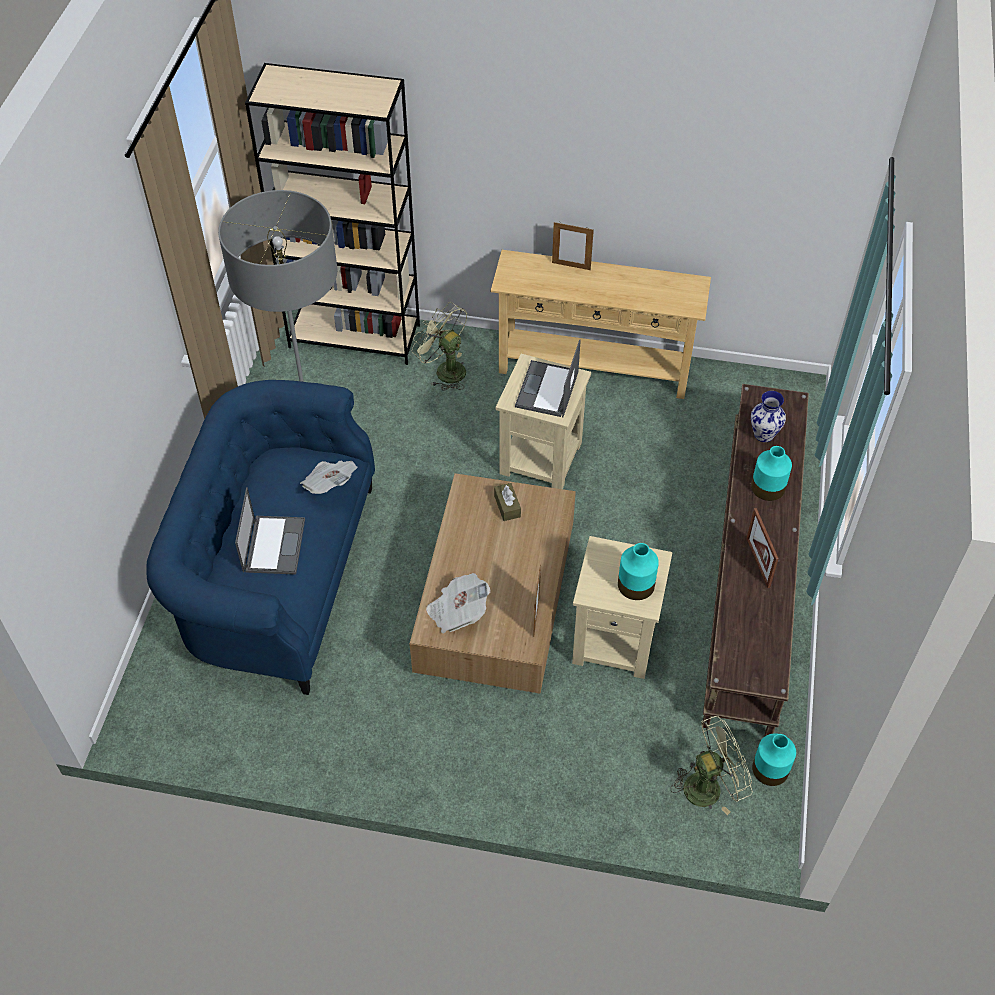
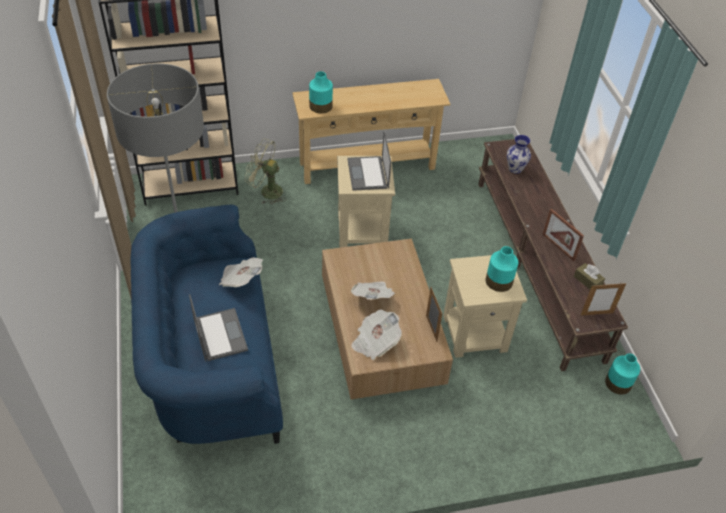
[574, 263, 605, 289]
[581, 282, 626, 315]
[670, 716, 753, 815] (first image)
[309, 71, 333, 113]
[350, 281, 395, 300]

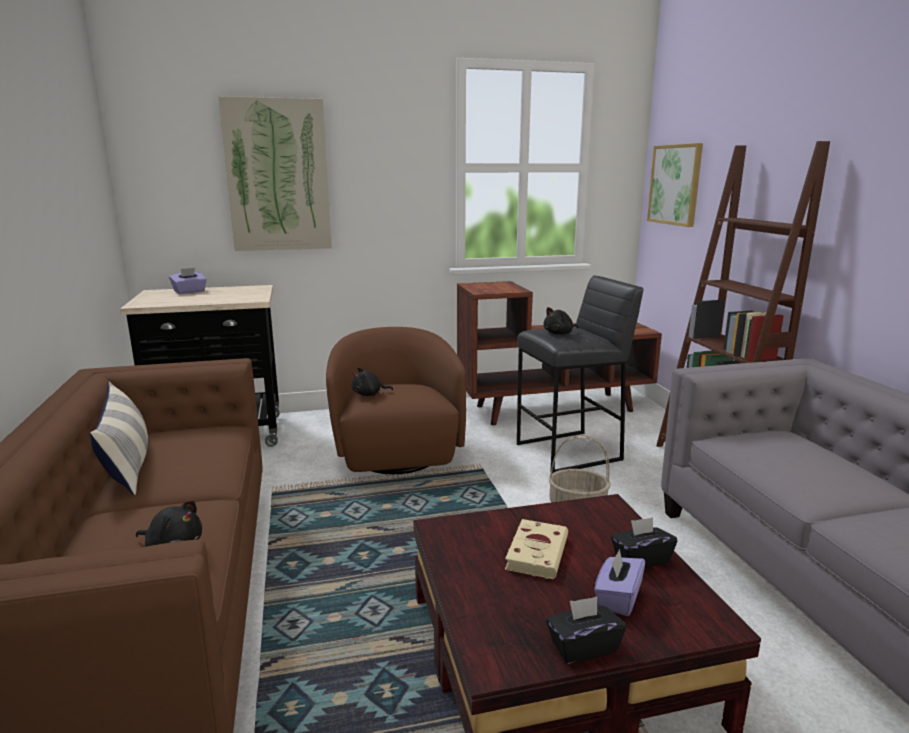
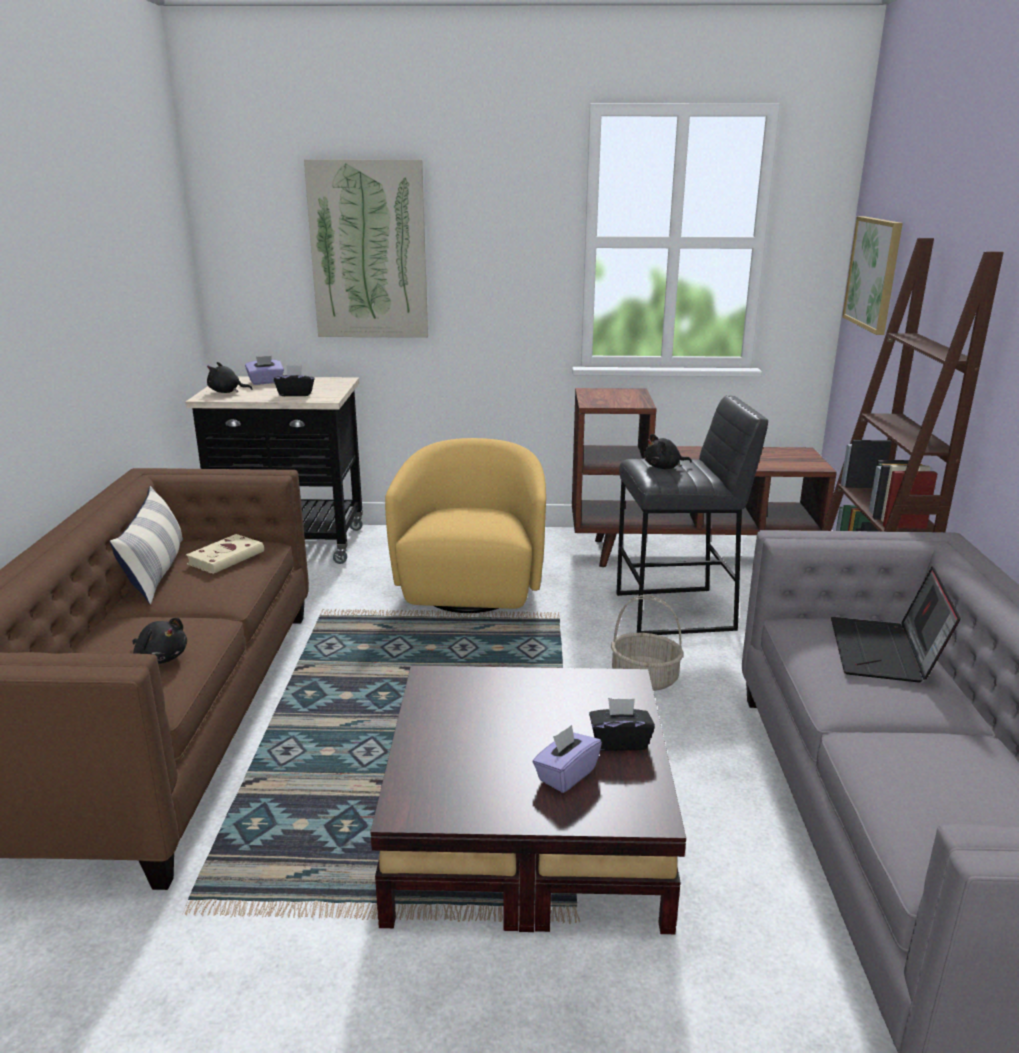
[385, 438, 546, 613]
[207, 362, 252, 393]
[186, 534, 264, 574]
[274, 365, 315, 396]
[831, 567, 961, 683]

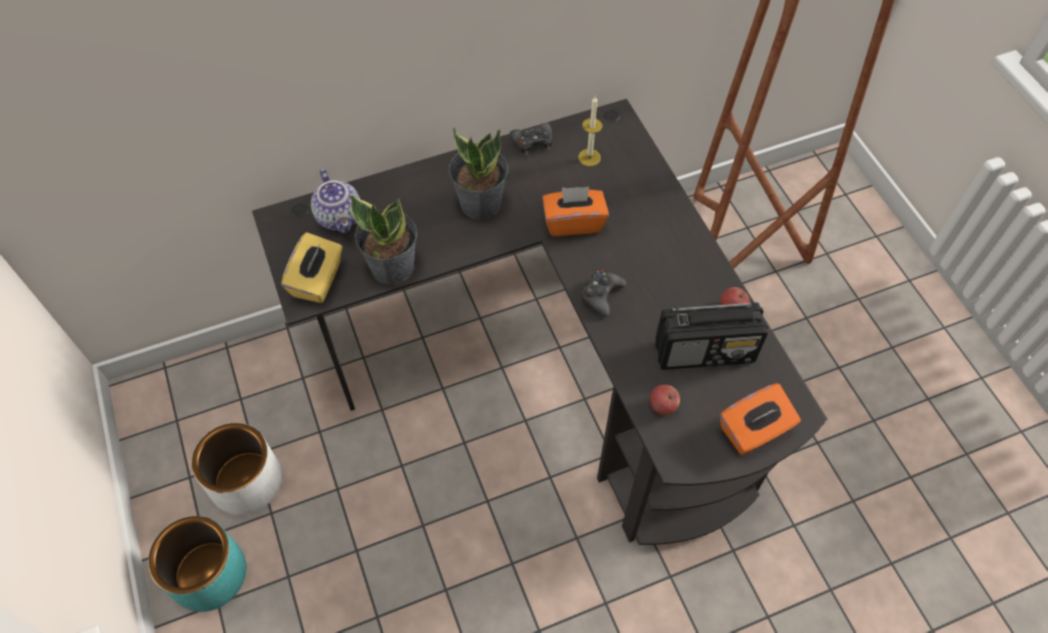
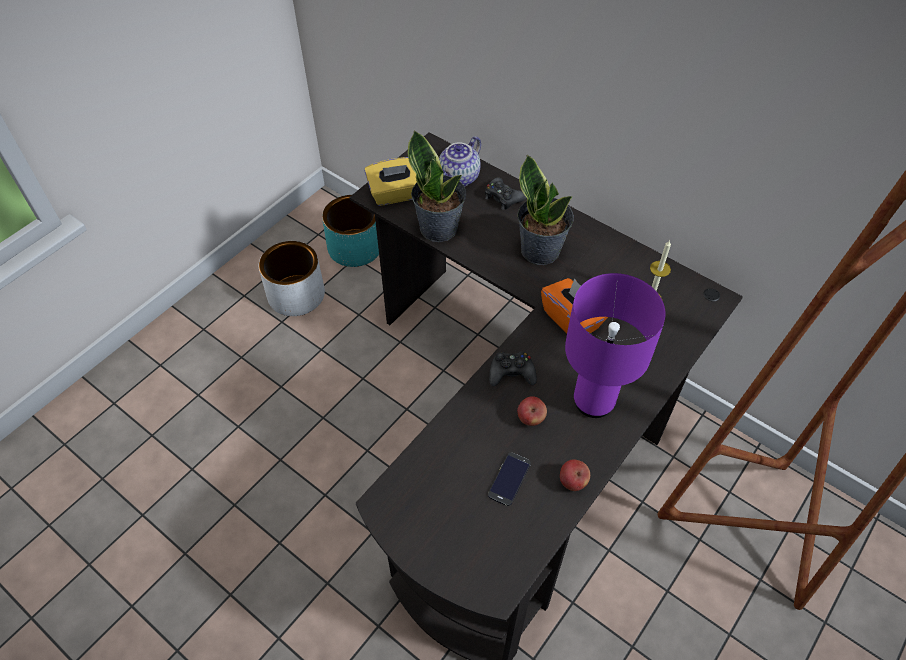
[322, 195, 379, 267]
[485, 177, 527, 210]
[517, 396, 547, 426]
[488, 453, 531, 506]
[720, 383, 801, 455] (first image)
[565, 273, 666, 418]

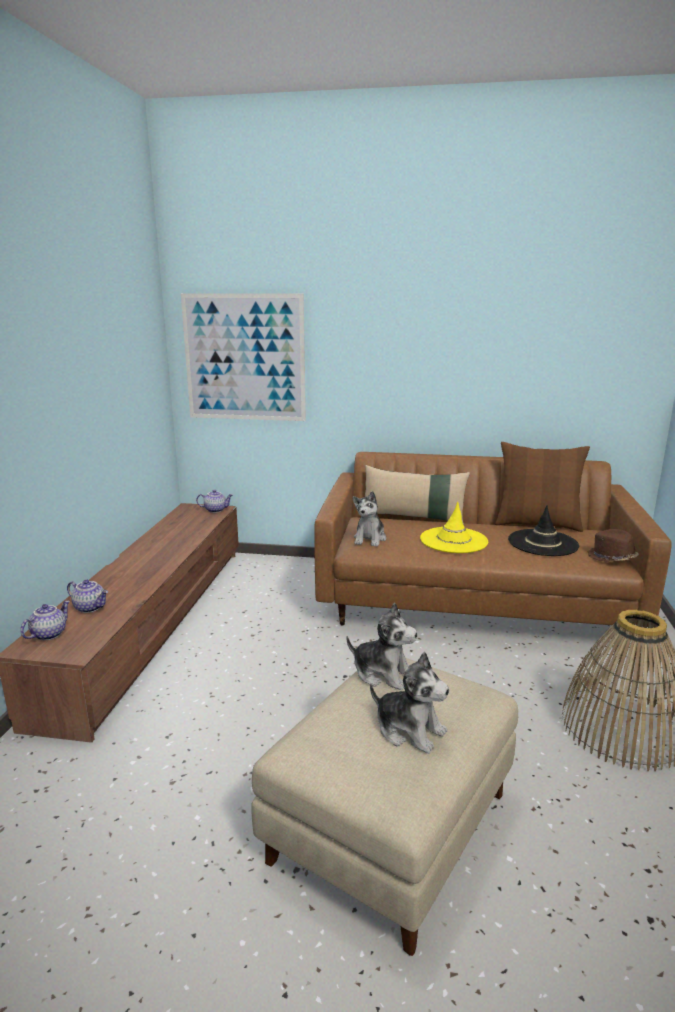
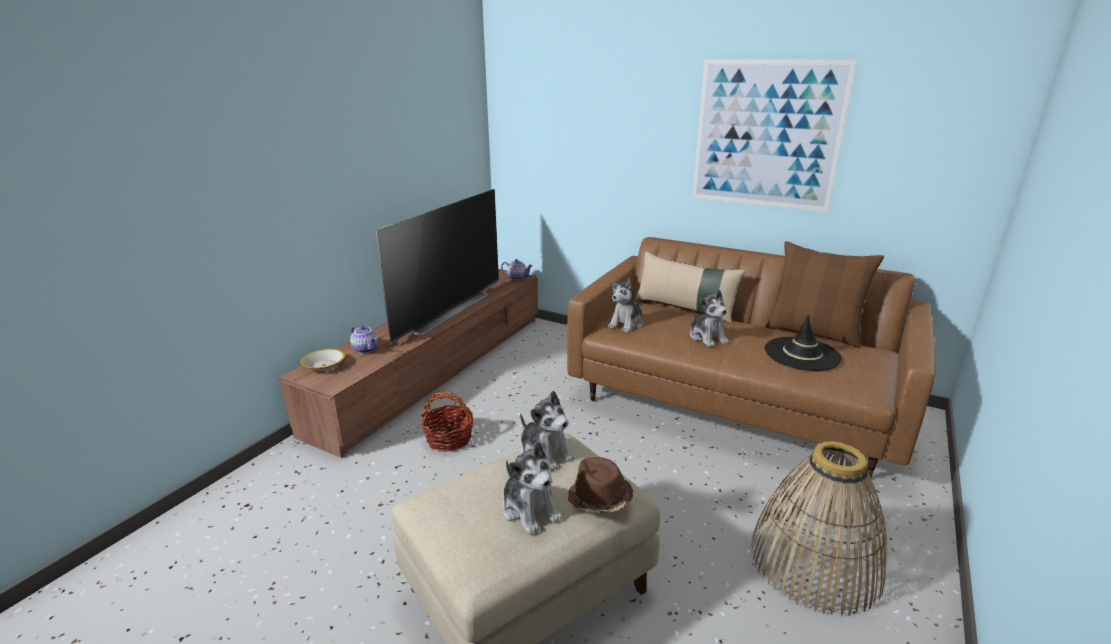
[301, 349, 346, 372]
[692, 59, 857, 212]
[690, 289, 729, 347]
[568, 457, 633, 513]
[375, 189, 499, 343]
[421, 392, 473, 452]

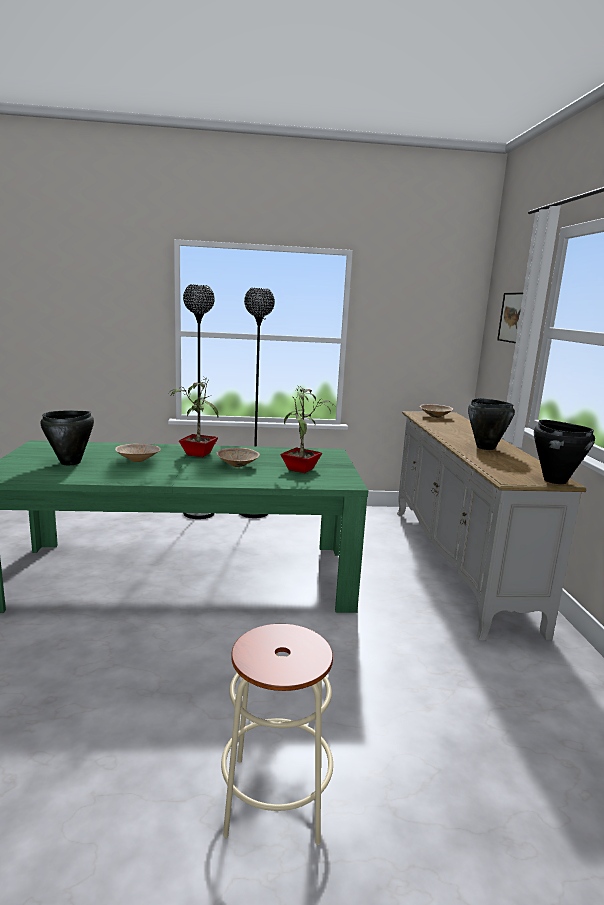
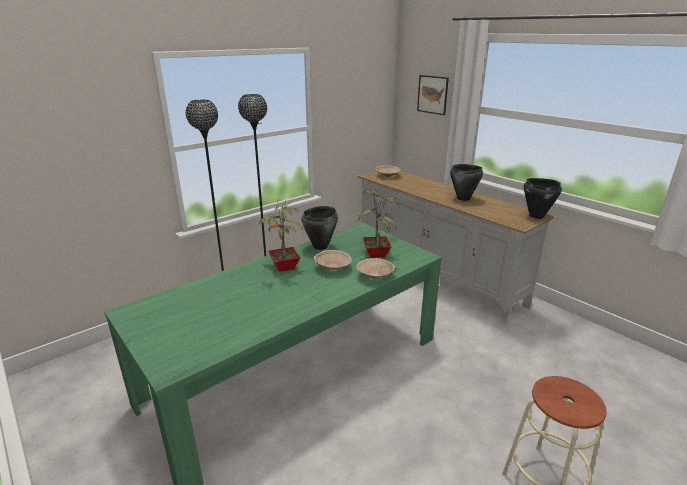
[301, 206, 338, 250]
[357, 258, 395, 279]

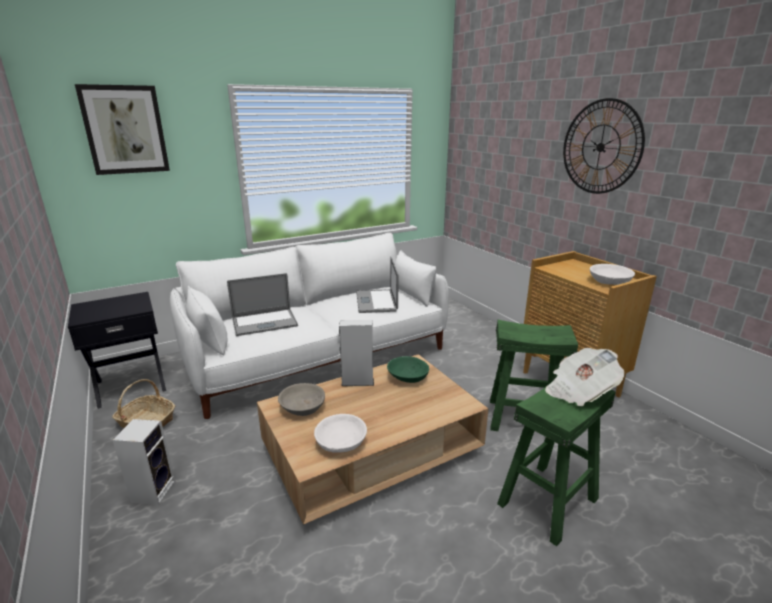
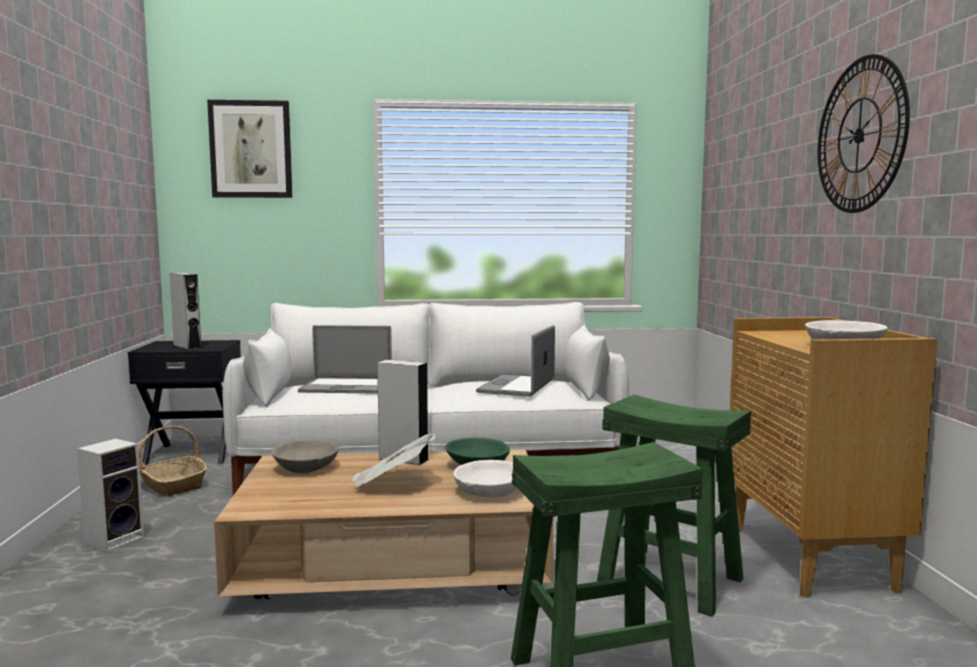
[453, 460, 517, 497]
[352, 434, 435, 488]
[169, 273, 201, 350]

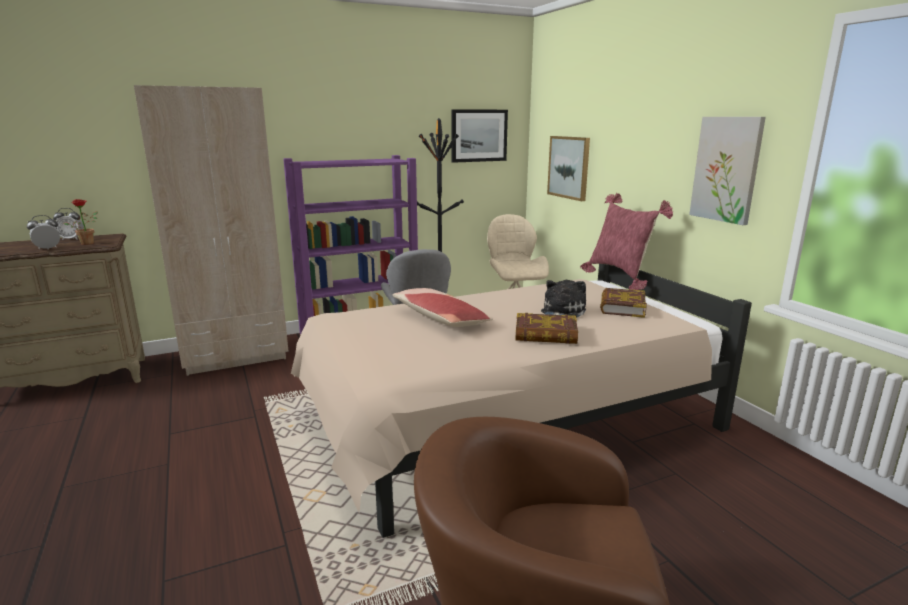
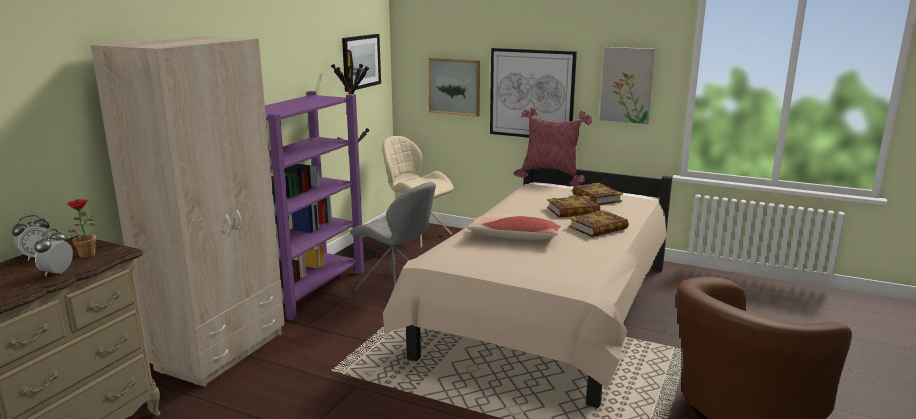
[547, 196, 601, 218]
[490, 48, 577, 138]

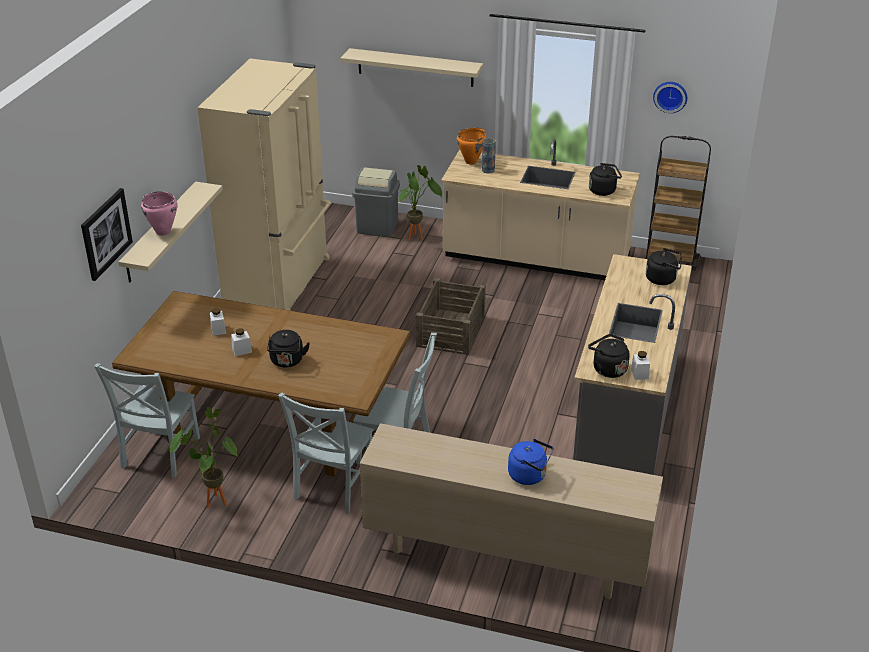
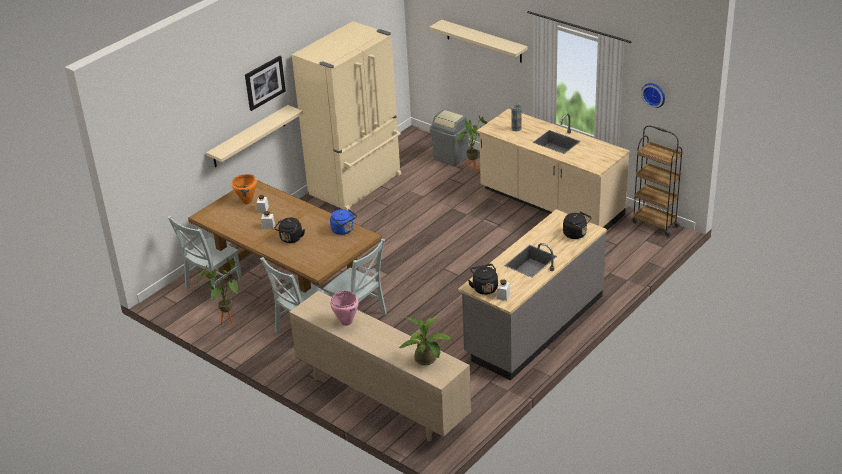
[245, 56, 286, 111]
[331, 291, 358, 326]
[416, 278, 486, 355] (first image)
[232, 174, 257, 204]
[330, 209, 357, 235]
[589, 163, 622, 196] (first image)
[399, 317, 452, 365]

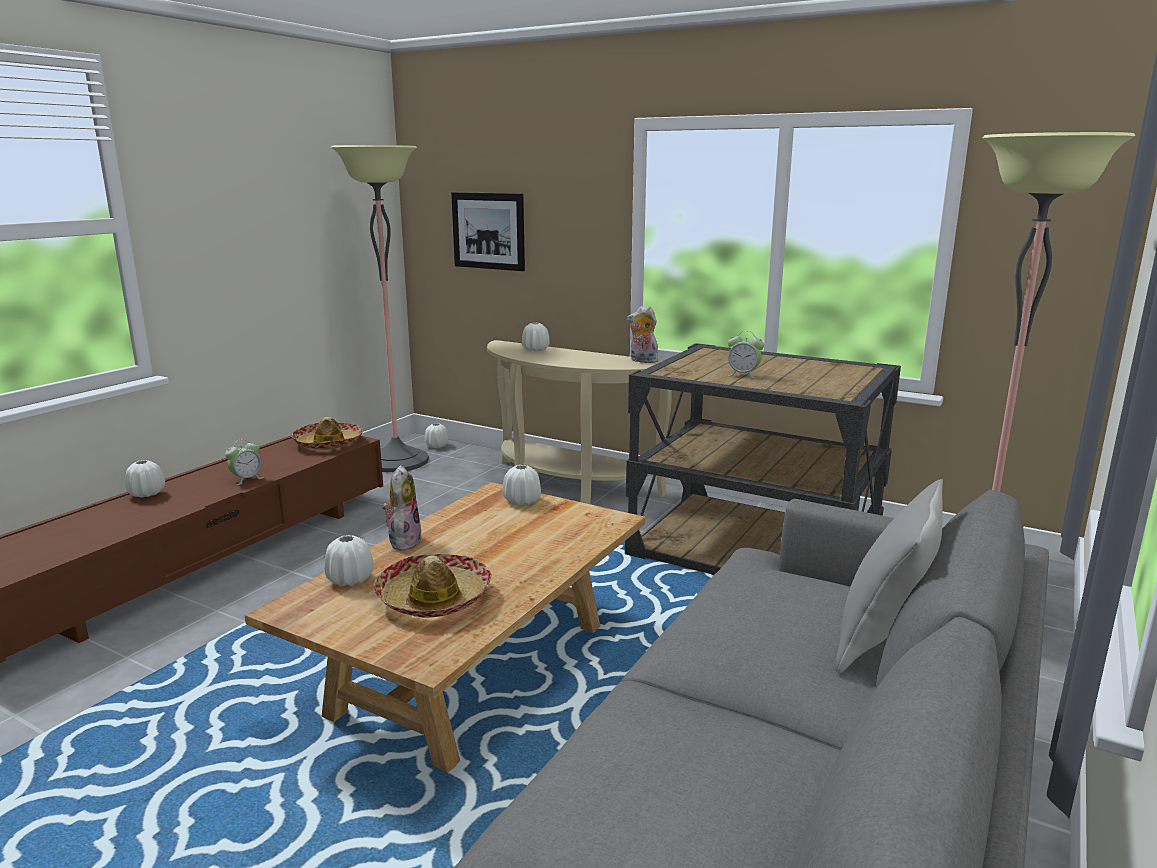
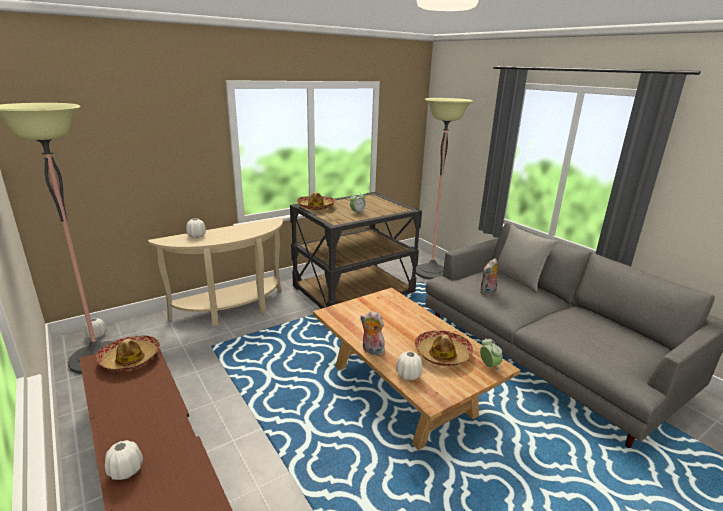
[480, 338, 502, 372]
[451, 192, 525, 271] (first image)
[503, 465, 541, 506] (first image)
[480, 259, 498, 295]
[297, 192, 336, 210]

